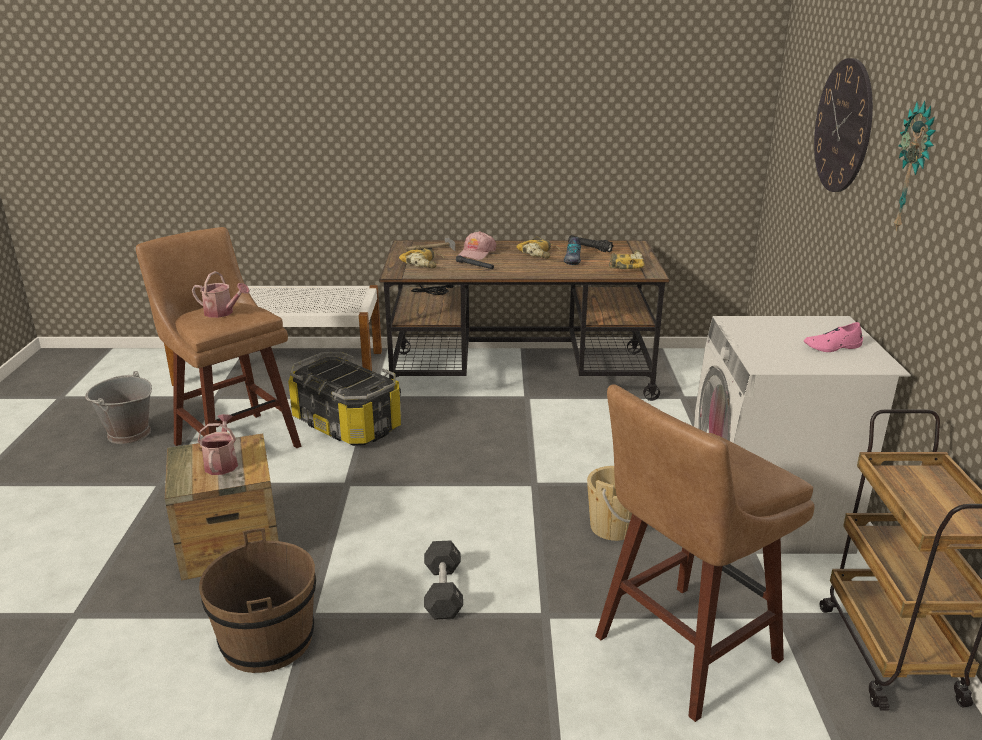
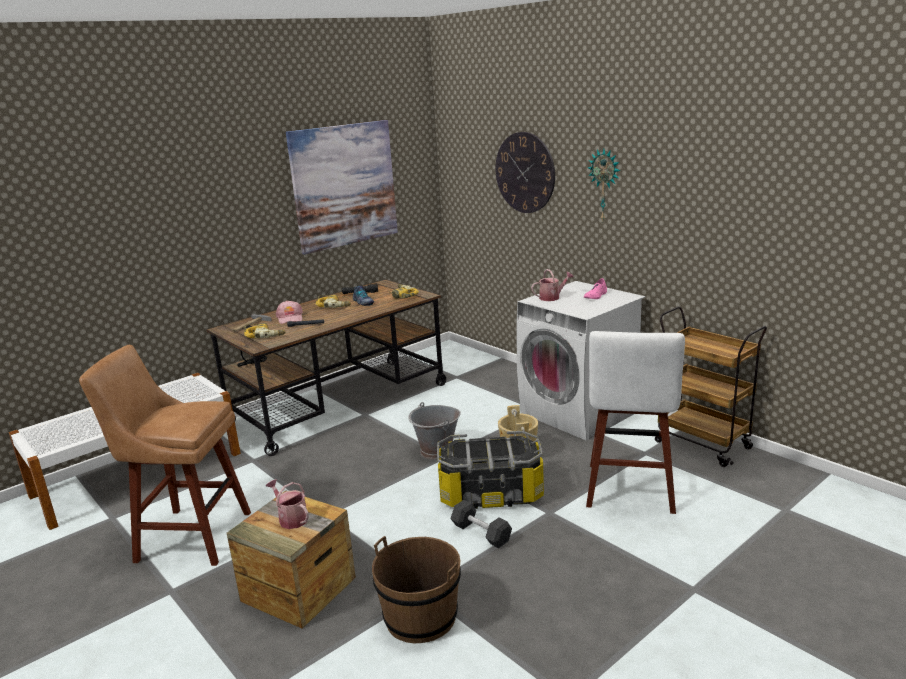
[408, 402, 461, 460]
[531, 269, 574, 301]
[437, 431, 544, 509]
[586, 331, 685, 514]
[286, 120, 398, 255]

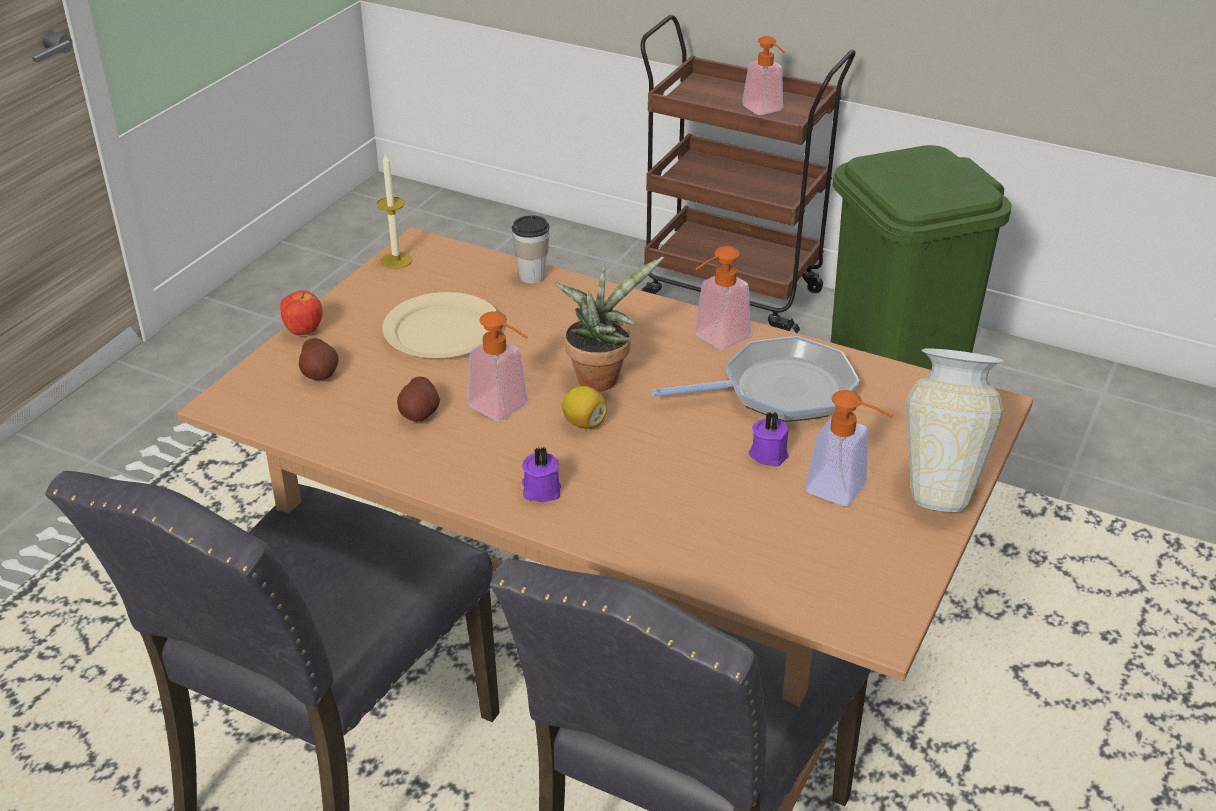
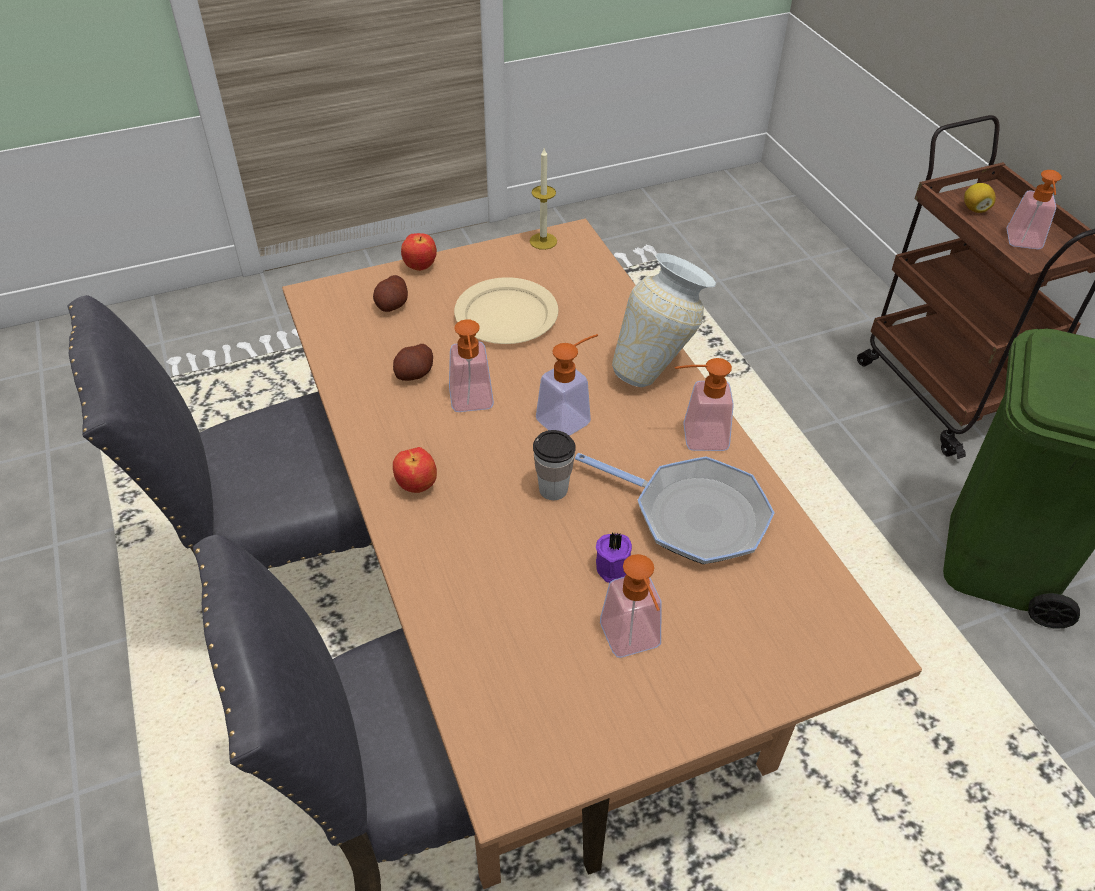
[533, 430, 576, 500]
[393, 447, 437, 493]
[536, 334, 598, 436]
[964, 183, 996, 213]
[612, 253, 716, 387]

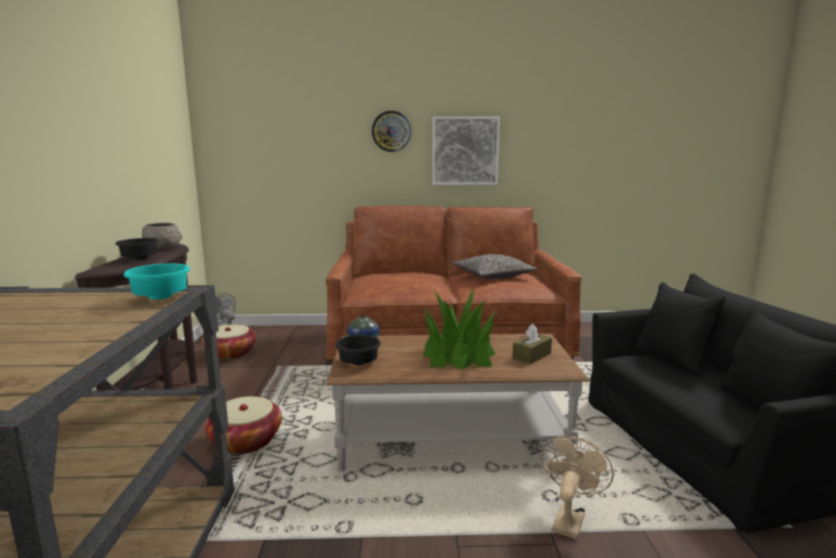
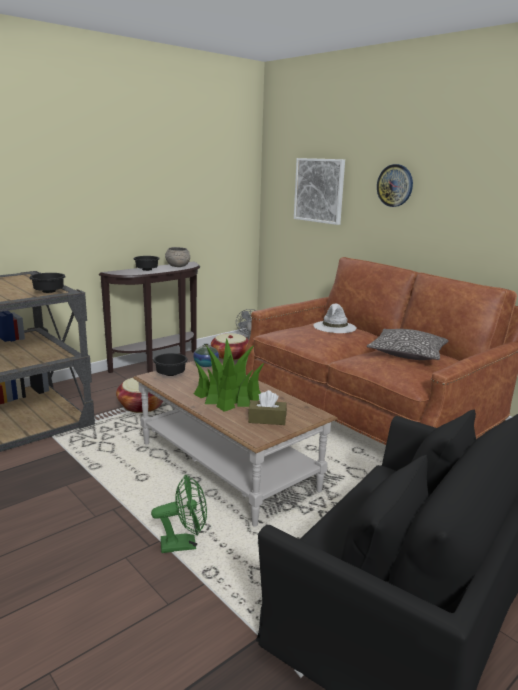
[29, 273, 66, 293]
[294, 158, 345, 225]
[151, 474, 207, 553]
[313, 304, 357, 333]

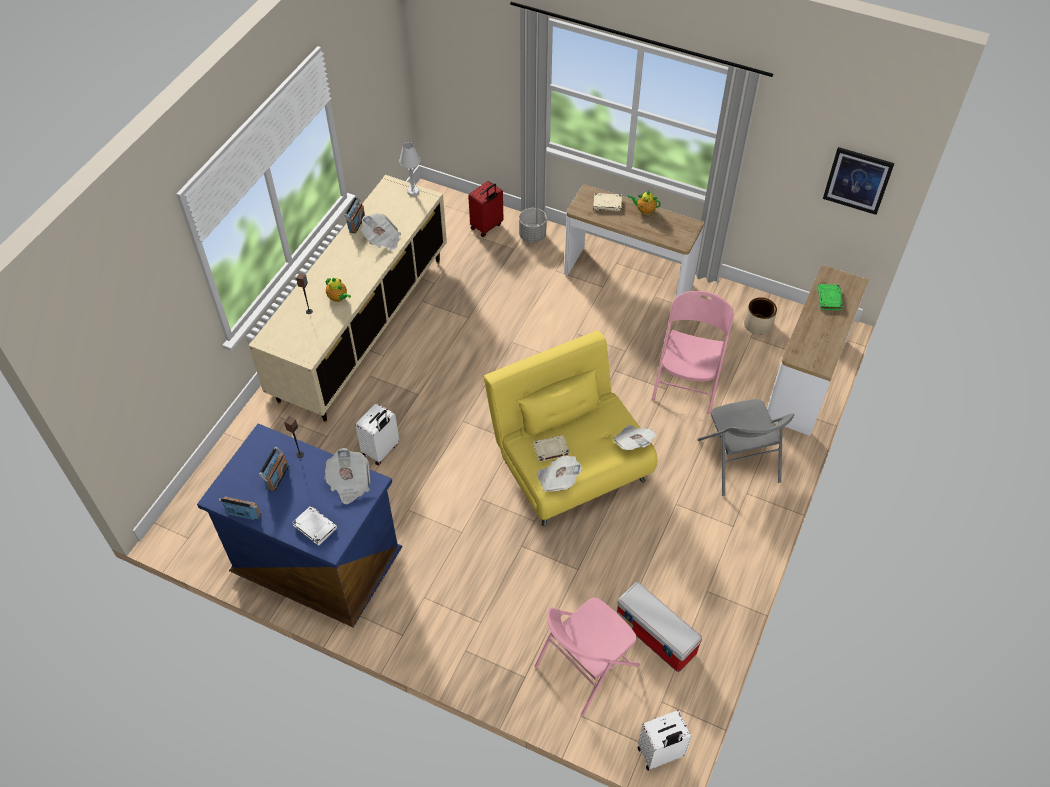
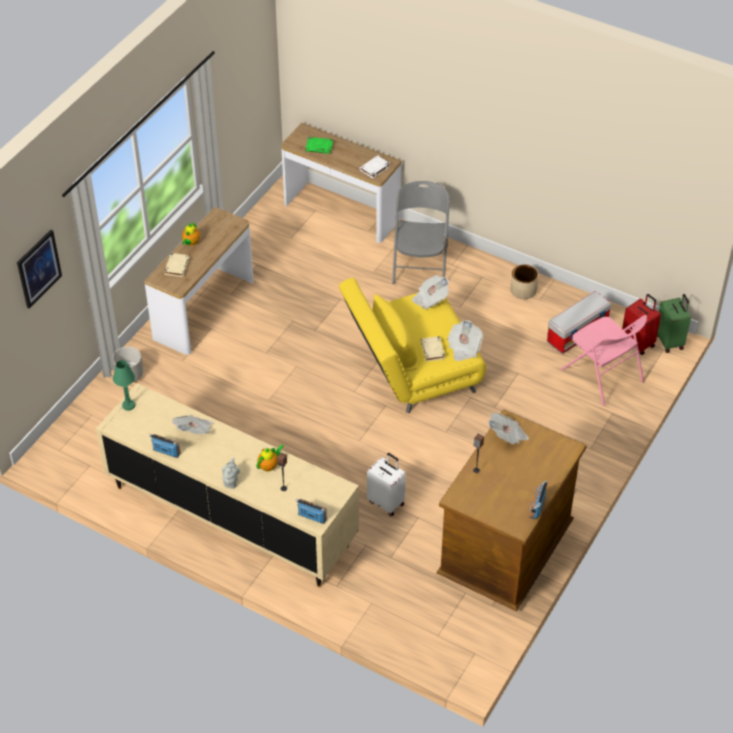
[436, 409, 587, 611]
[296, 499, 327, 524]
[359, 155, 390, 179]
[113, 360, 135, 411]
[622, 294, 661, 355]
[657, 294, 691, 353]
[651, 291, 734, 414] (first image)
[392, 181, 450, 284]
[510, 265, 539, 299]
[17, 230, 62, 309]
[222, 458, 240, 489]

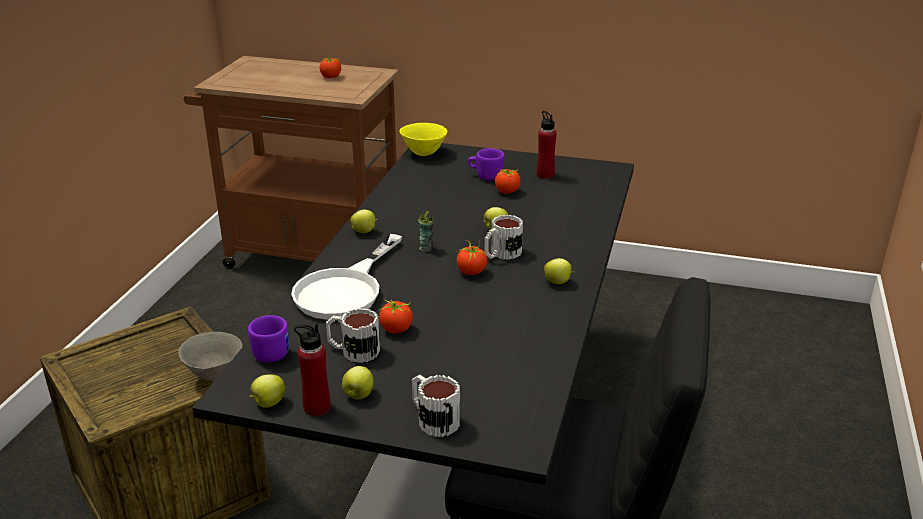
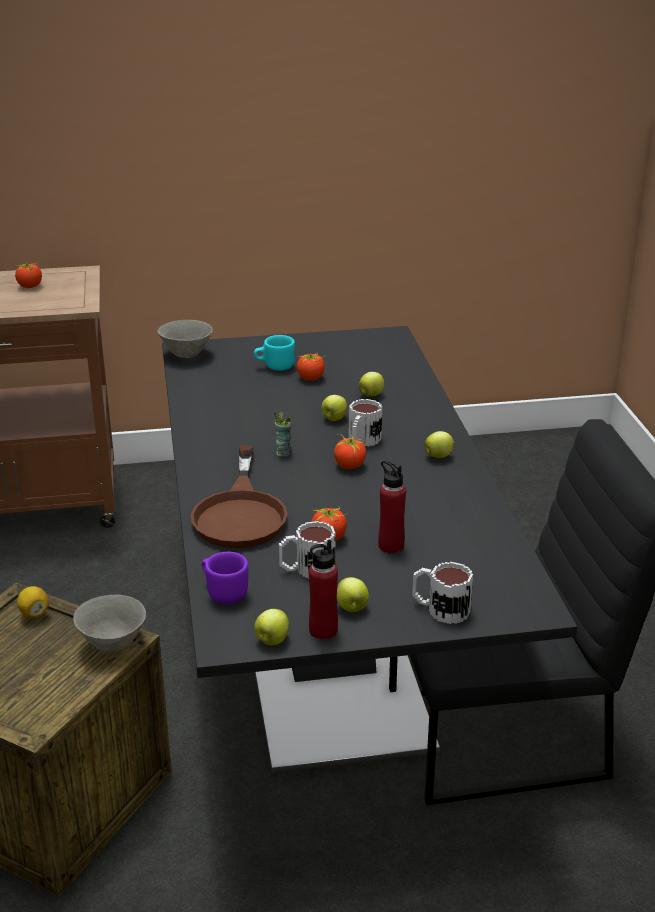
[191, 445, 287, 548]
[359, 372, 384, 396]
[157, 320, 213, 358]
[254, 335, 295, 371]
[378, 460, 406, 553]
[17, 586, 49, 617]

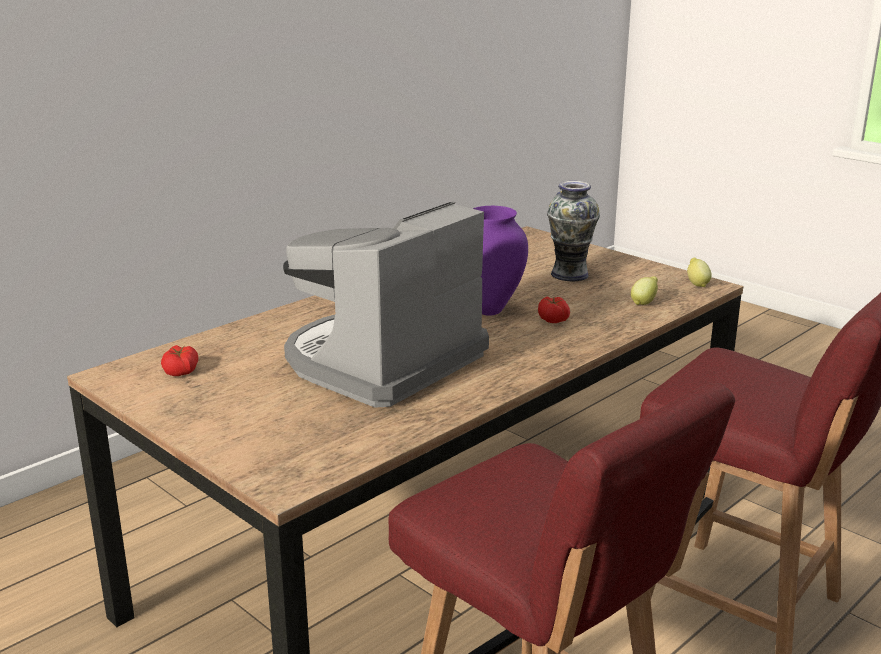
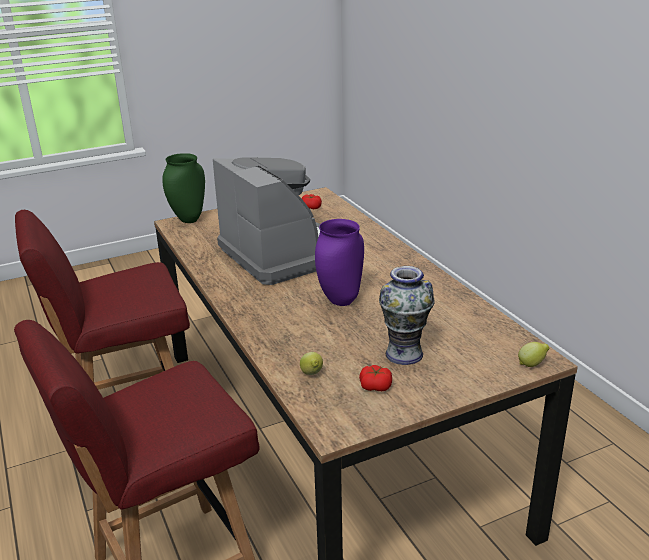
[359, 365, 392, 391]
[518, 342, 550, 367]
[162, 153, 205, 223]

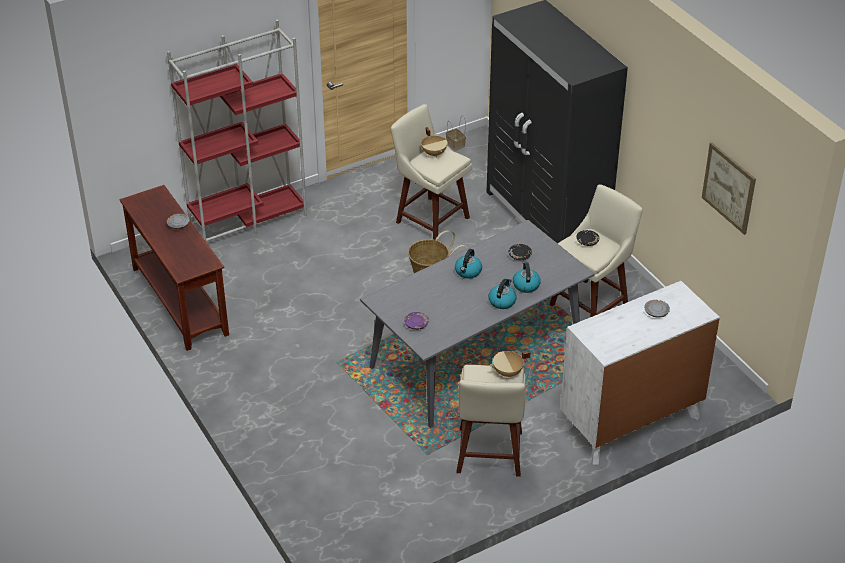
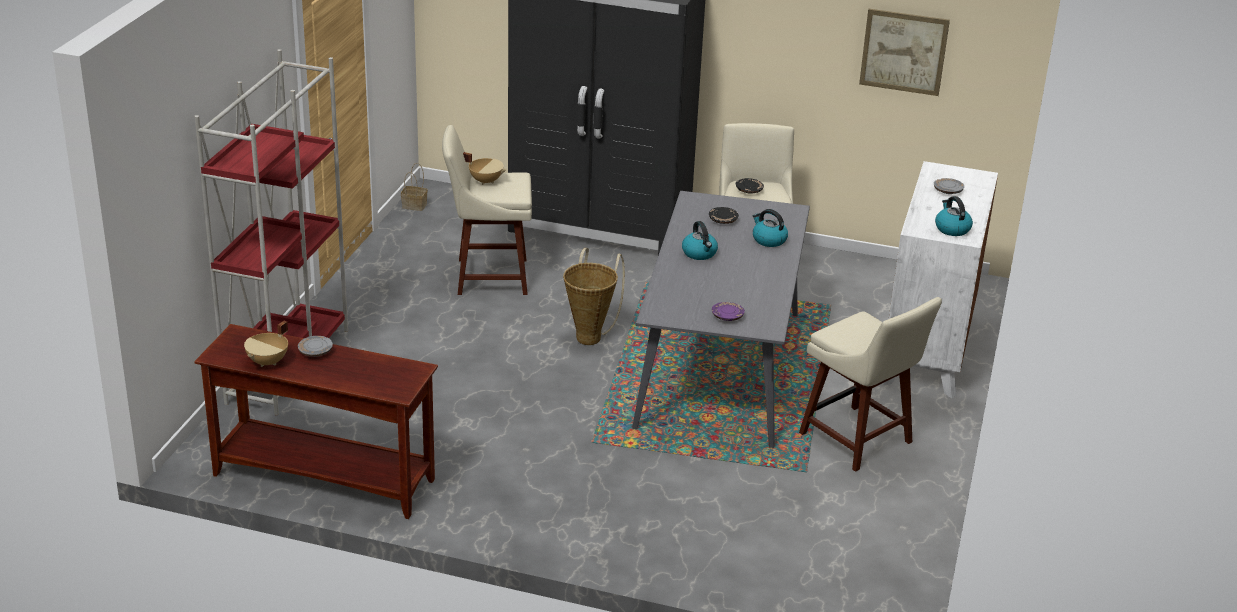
[935, 196, 973, 236]
[244, 321, 288, 367]

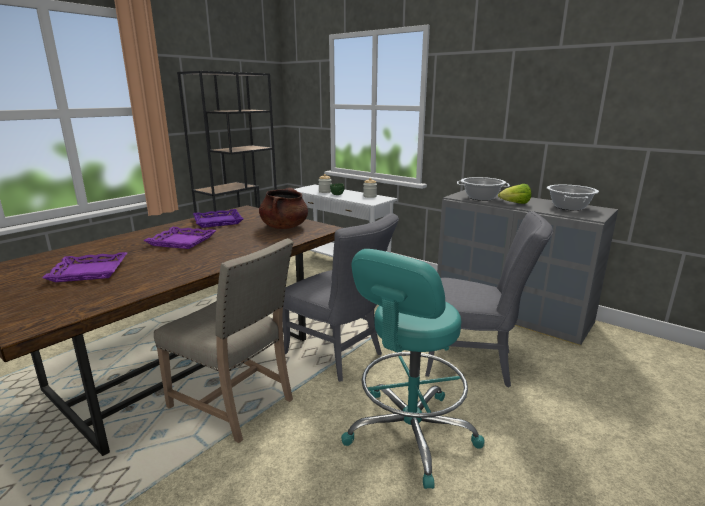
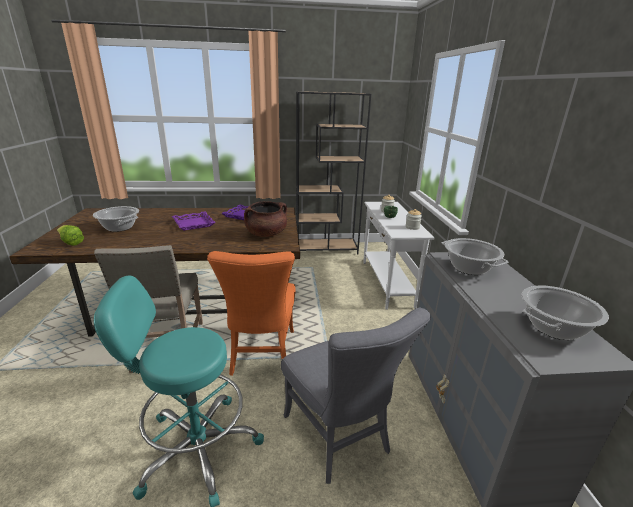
[93, 206, 139, 232]
[207, 251, 296, 376]
[57, 225, 84, 246]

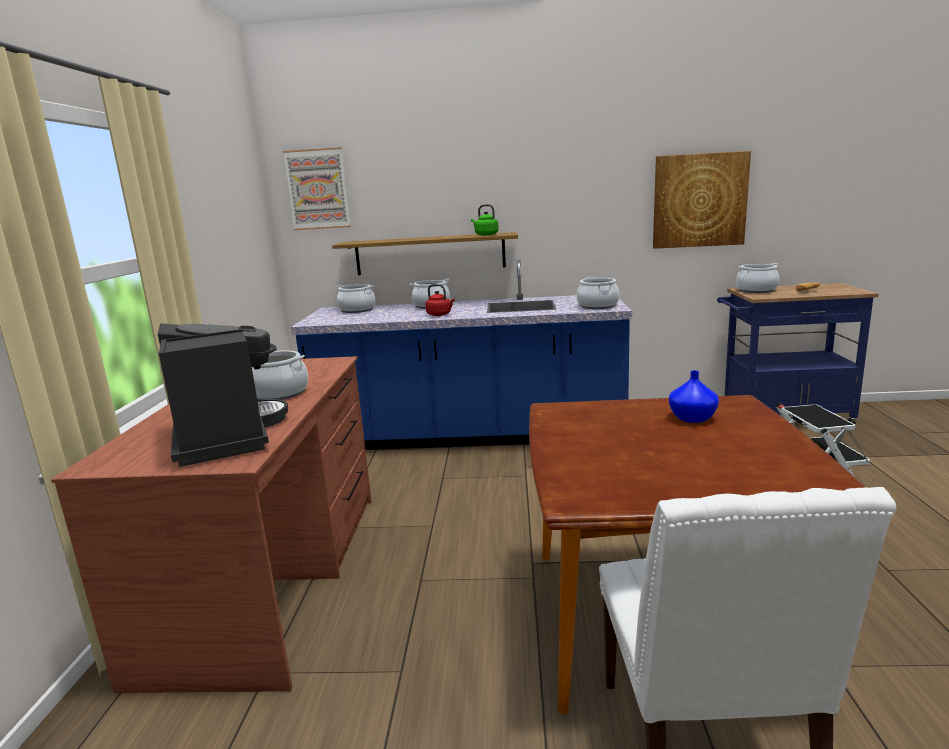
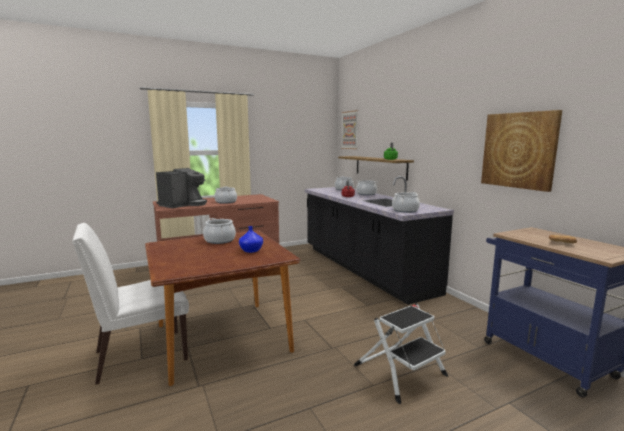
[305, 176, 454, 305]
[203, 218, 236, 244]

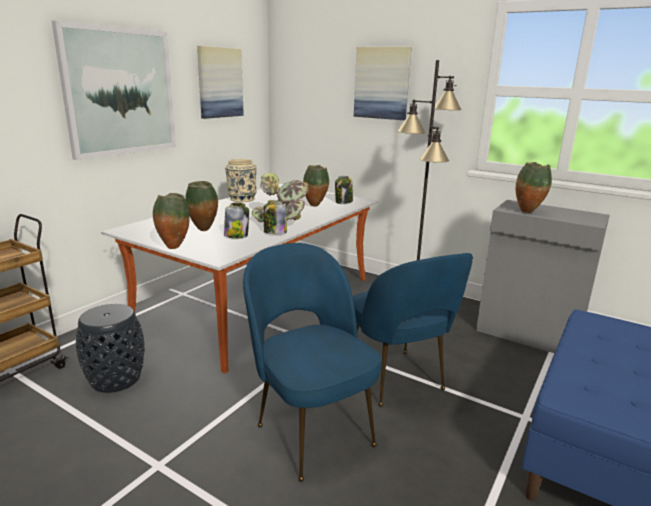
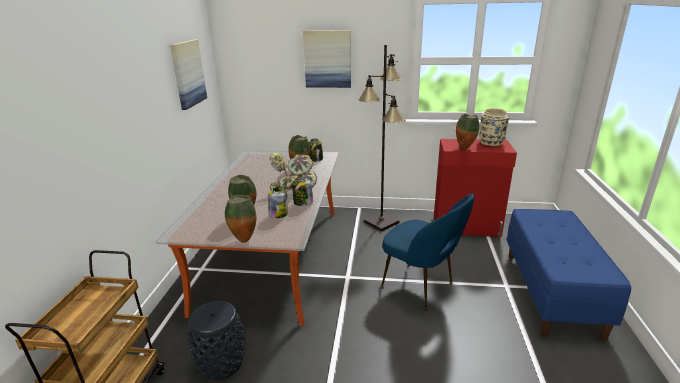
[52, 20, 176, 160] (first image)
[479, 108, 509, 146]
[243, 243, 382, 482] (first image)
[434, 139, 517, 237]

